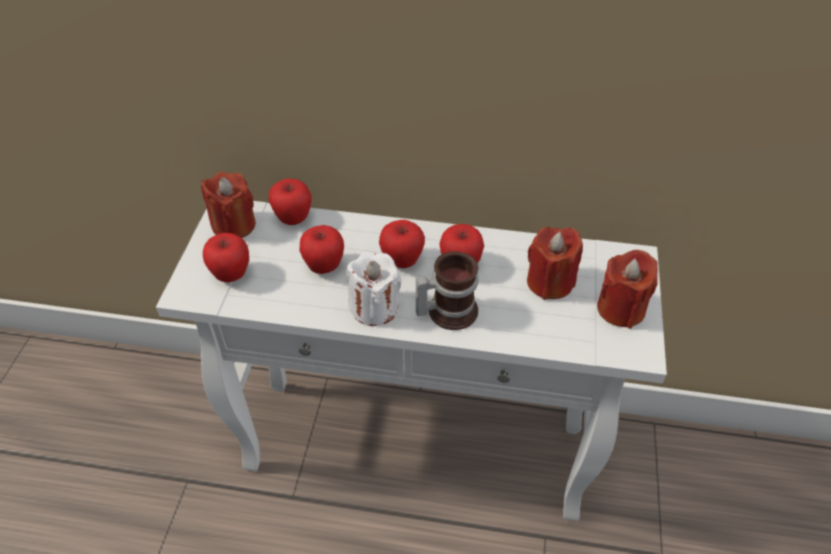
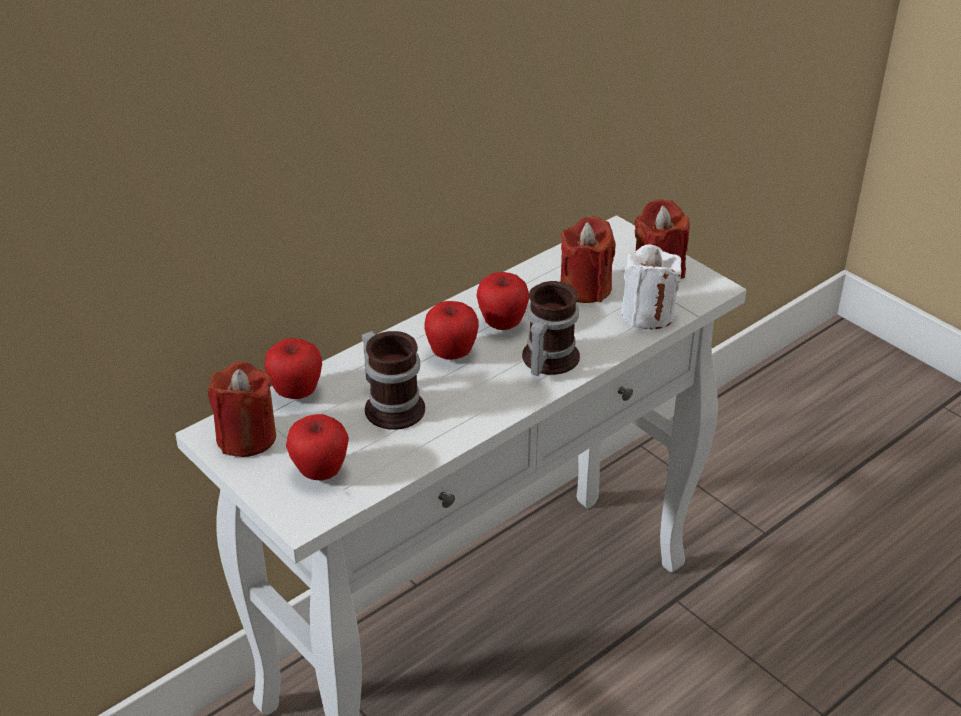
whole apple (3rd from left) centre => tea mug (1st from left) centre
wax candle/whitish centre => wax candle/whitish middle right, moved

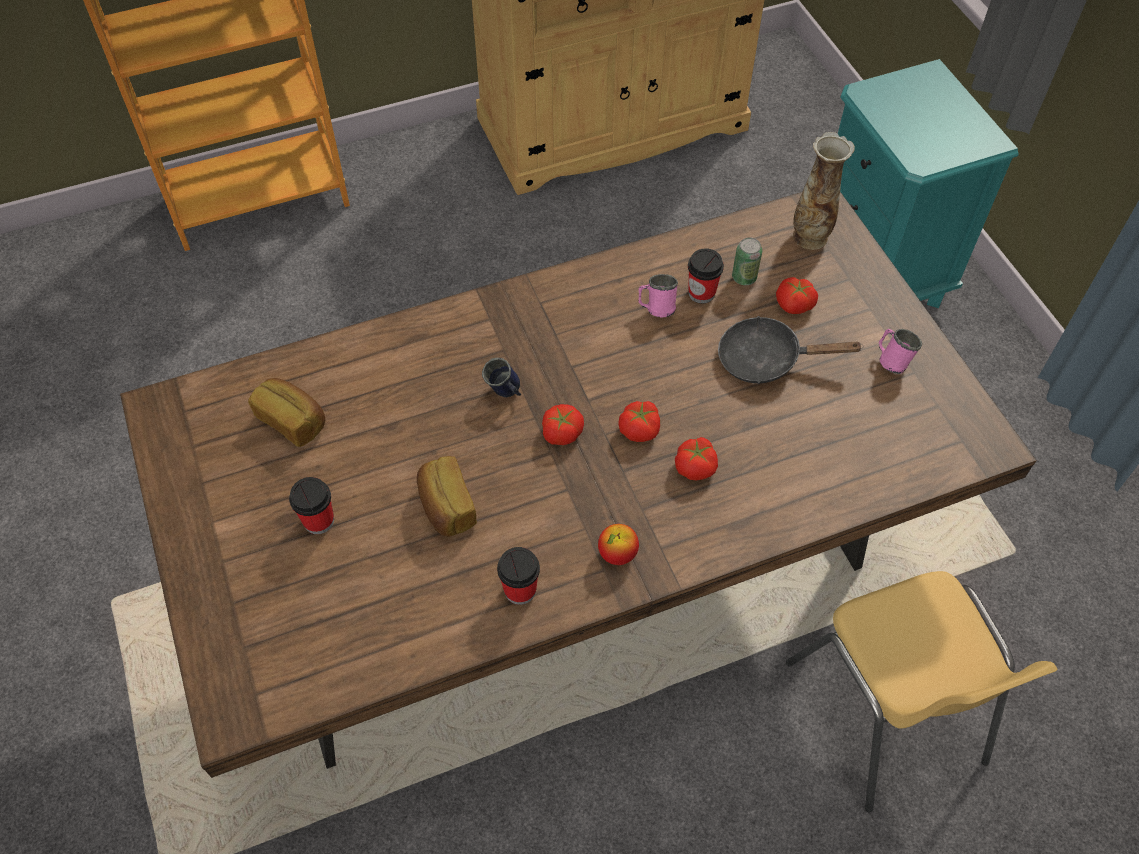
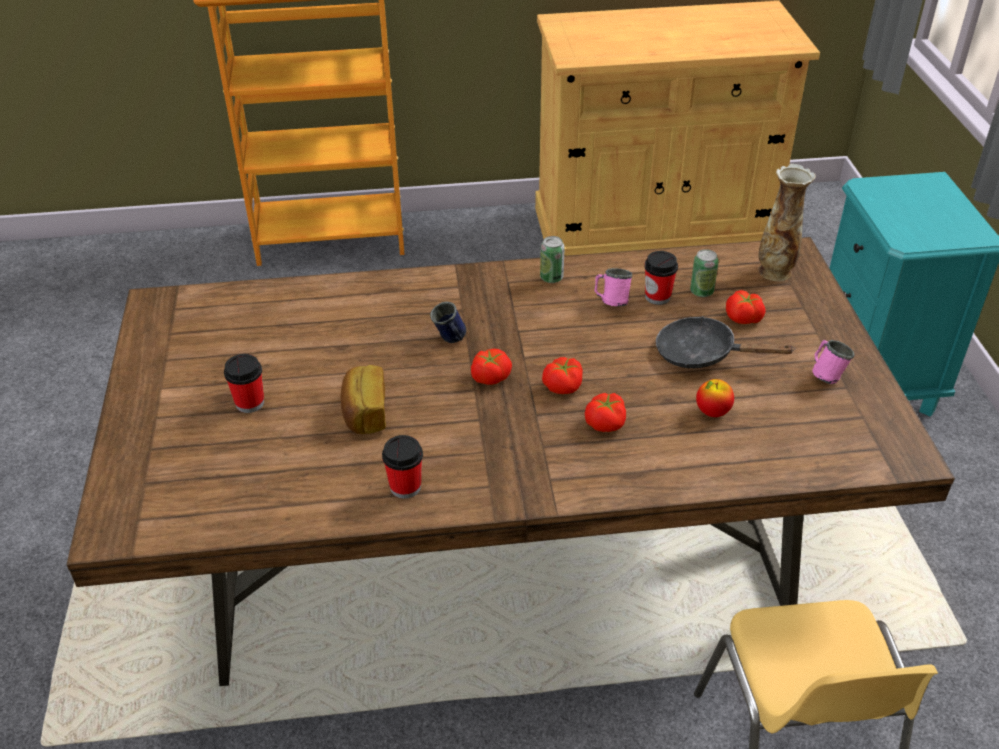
bakery bread (1st from left) middle left => nothing
whole apple centre => whole apple middle right, moved
nothing => metal can (1st from left) centre

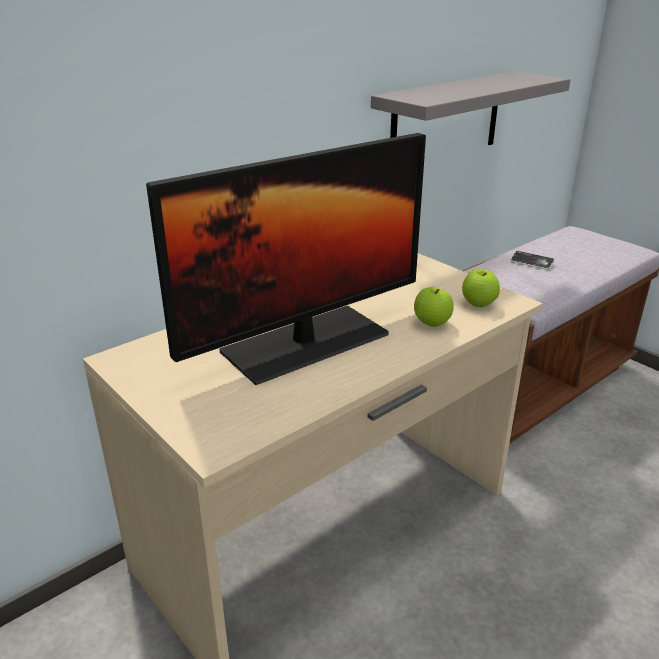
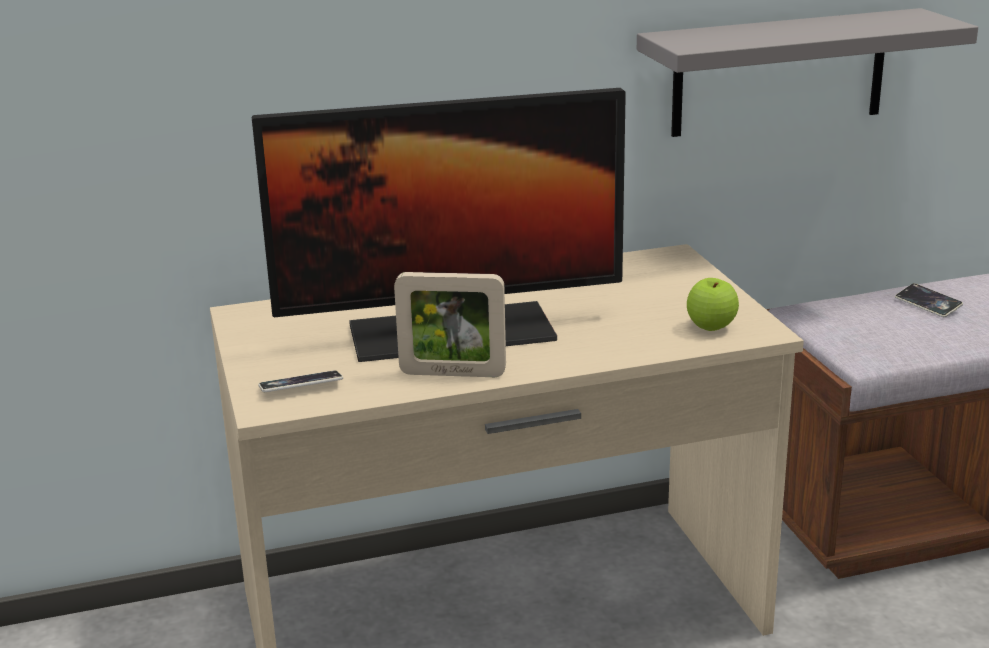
whole apple (1st from left) centre => nothing
nothing => photo frame centre
nothing => phone (1st from left) middle left

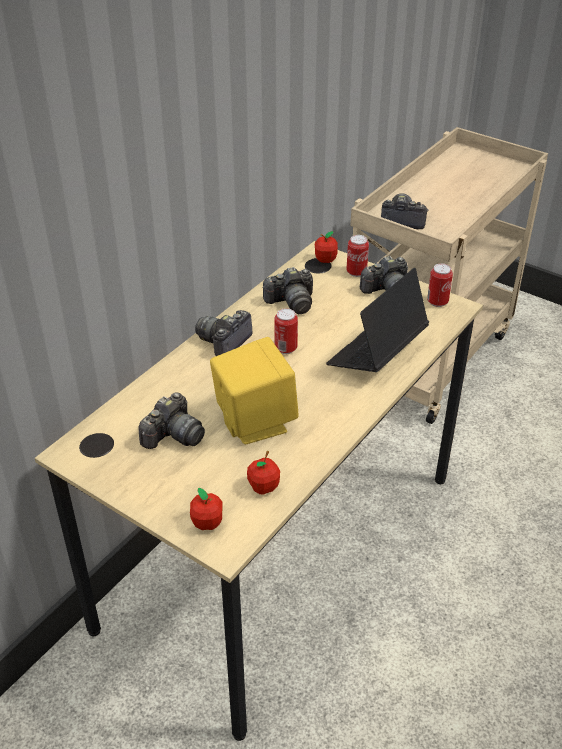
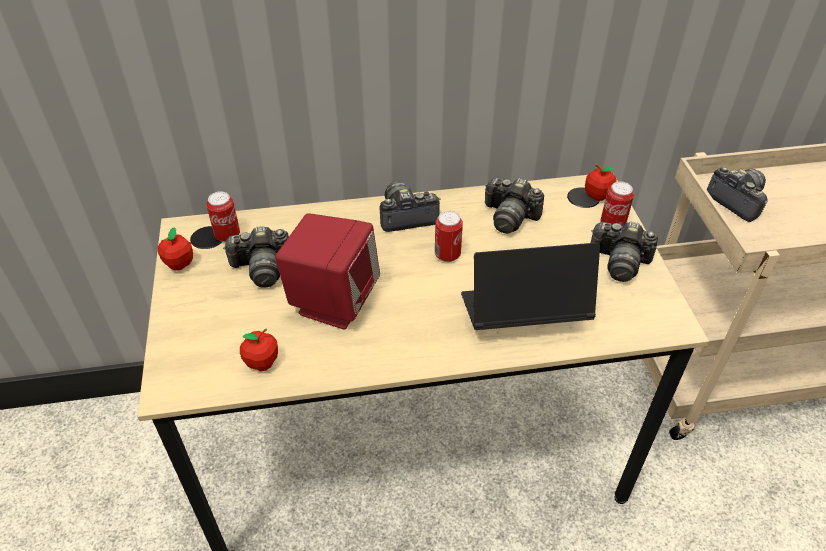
metal can (3rd from left in the first image) middle right => metal can (1st from left) middle left, moved
loudspeaker/yellow centre => loudspeaker/red-coloured centre
whole apple (1st from left) bottom centre => whole apple (1st from left) middle left, moved

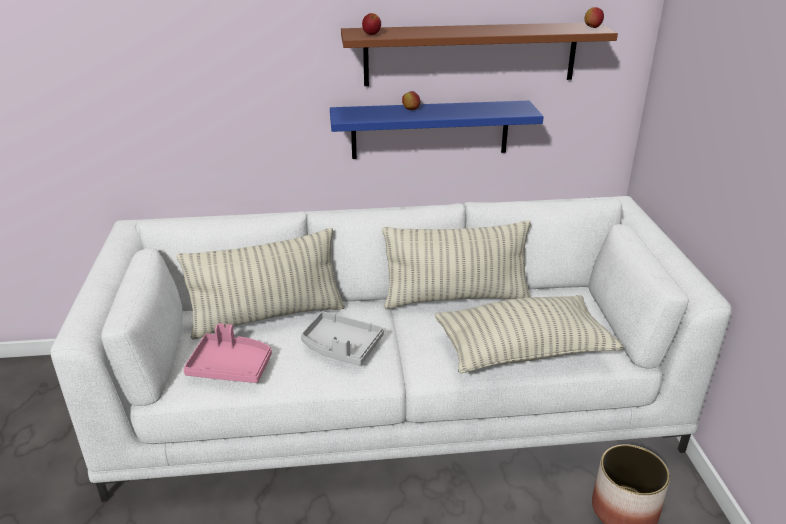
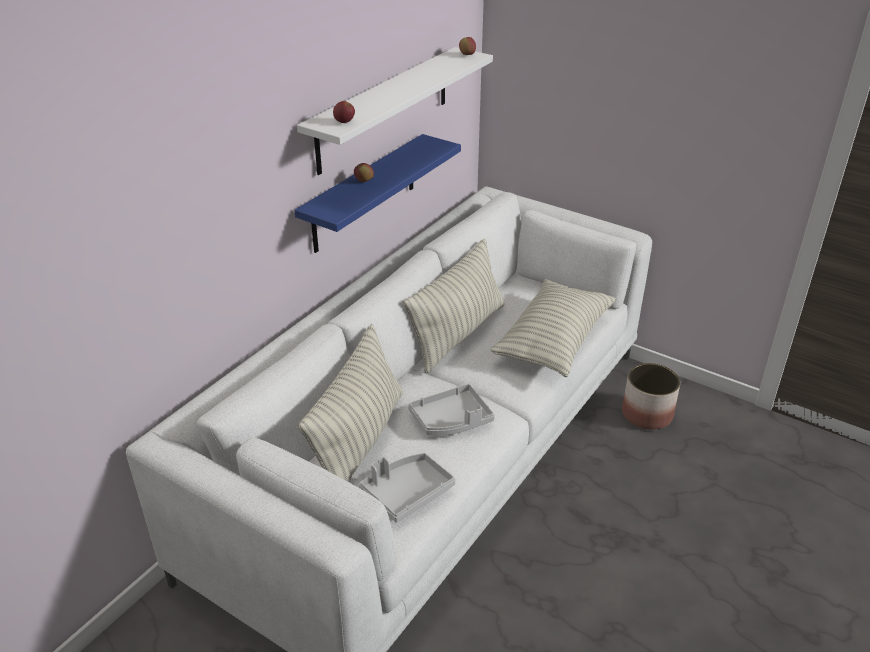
bracket shelf/brown top centre => bracket shelf/whitish top centre
tray/pink-coloured bottom left => tray/greyish (1st from left) bottom centre

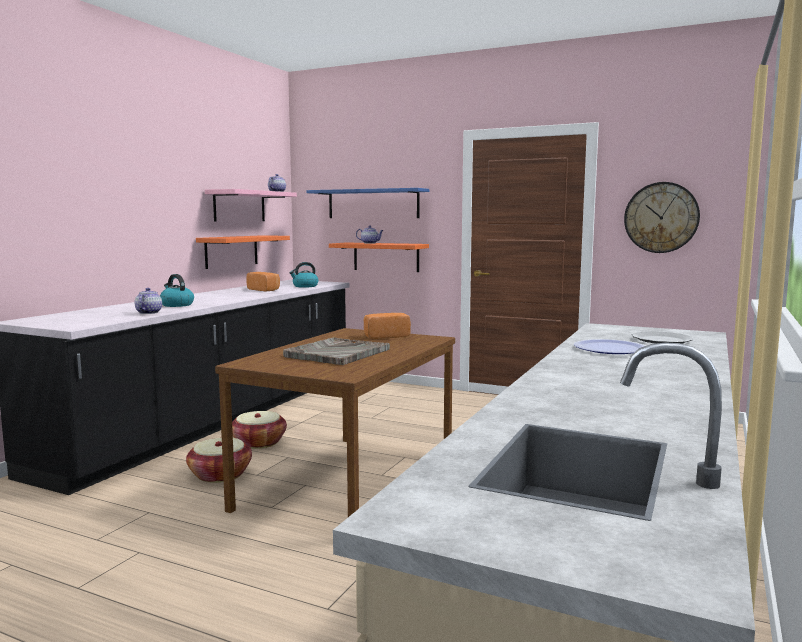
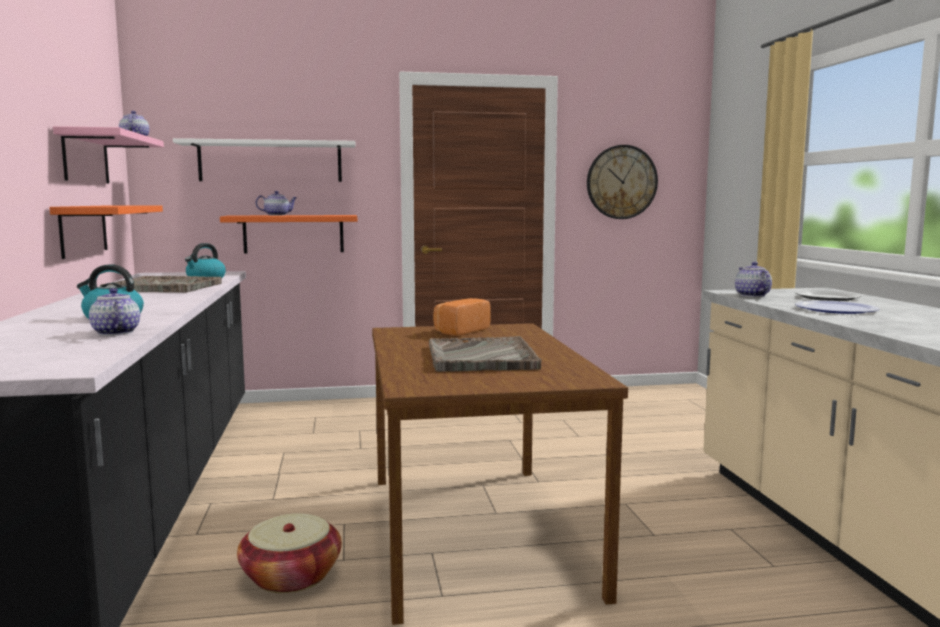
bracket shelf/blue-coloured top centre => bracket shelf/whitish top left
bakery bread (1st from left) middle left => tray/greyish (1st from left) middle left
storage basket (2nd from left) bottom left => nothing
nothing => tea pot (4th from left) middle right

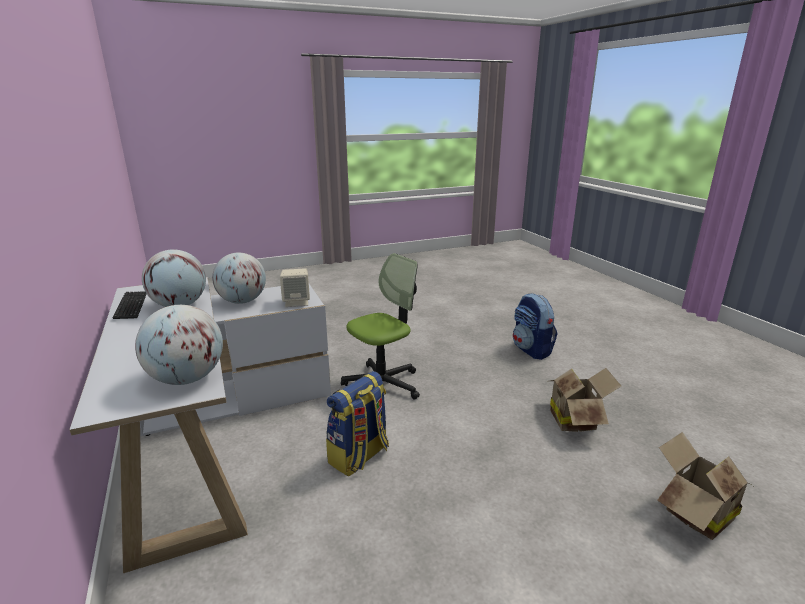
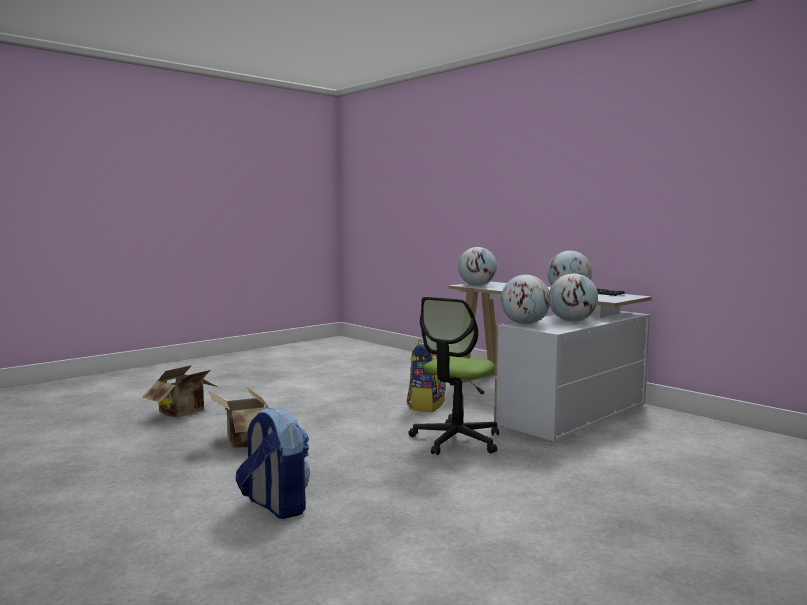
loudspeaker/beige-coloured centre => world globe (2nd from left) centre

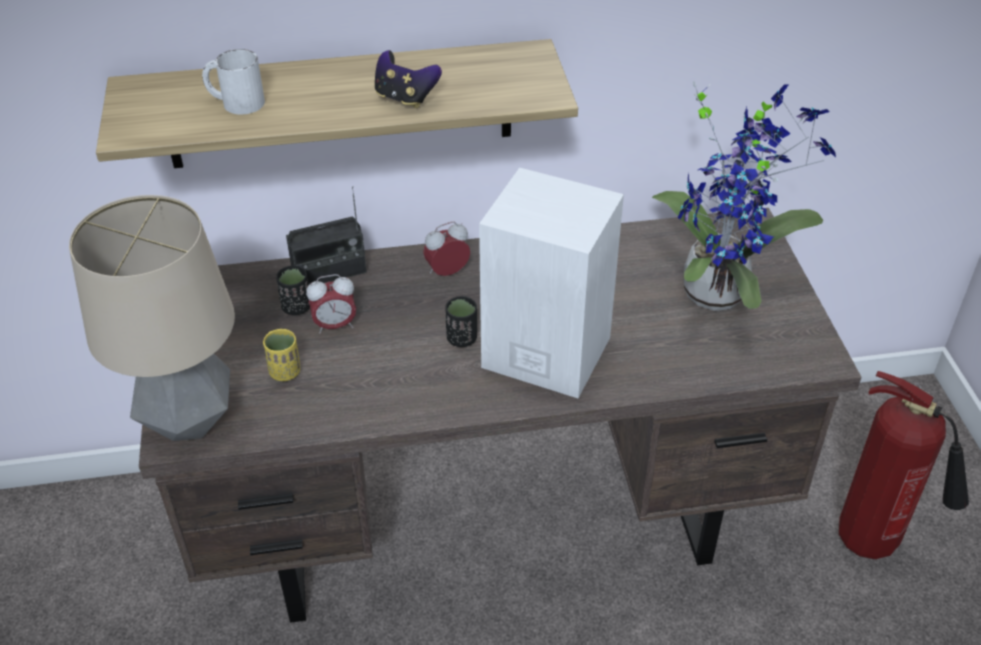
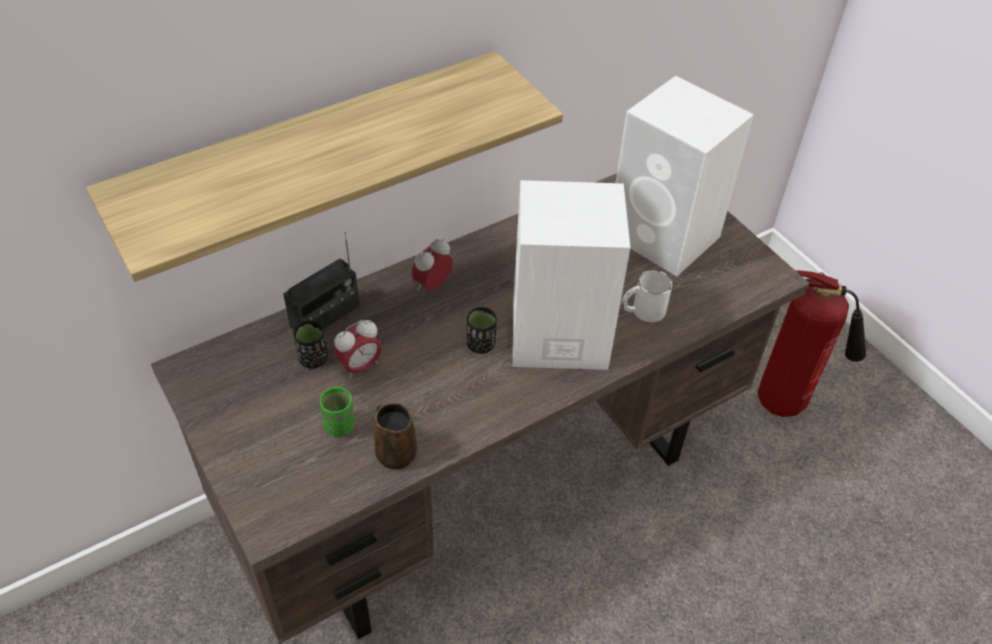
tea mug/whitish top left => tea mug/whitish centre, moved
gamepad top centre => nothing
potted plant top right => loudspeaker/whitish (2nd from left) top right
table lamp middle left => nothing
small cup/yellow middle left => small cup/green centre
nothing => tea mug/brown bottom centre

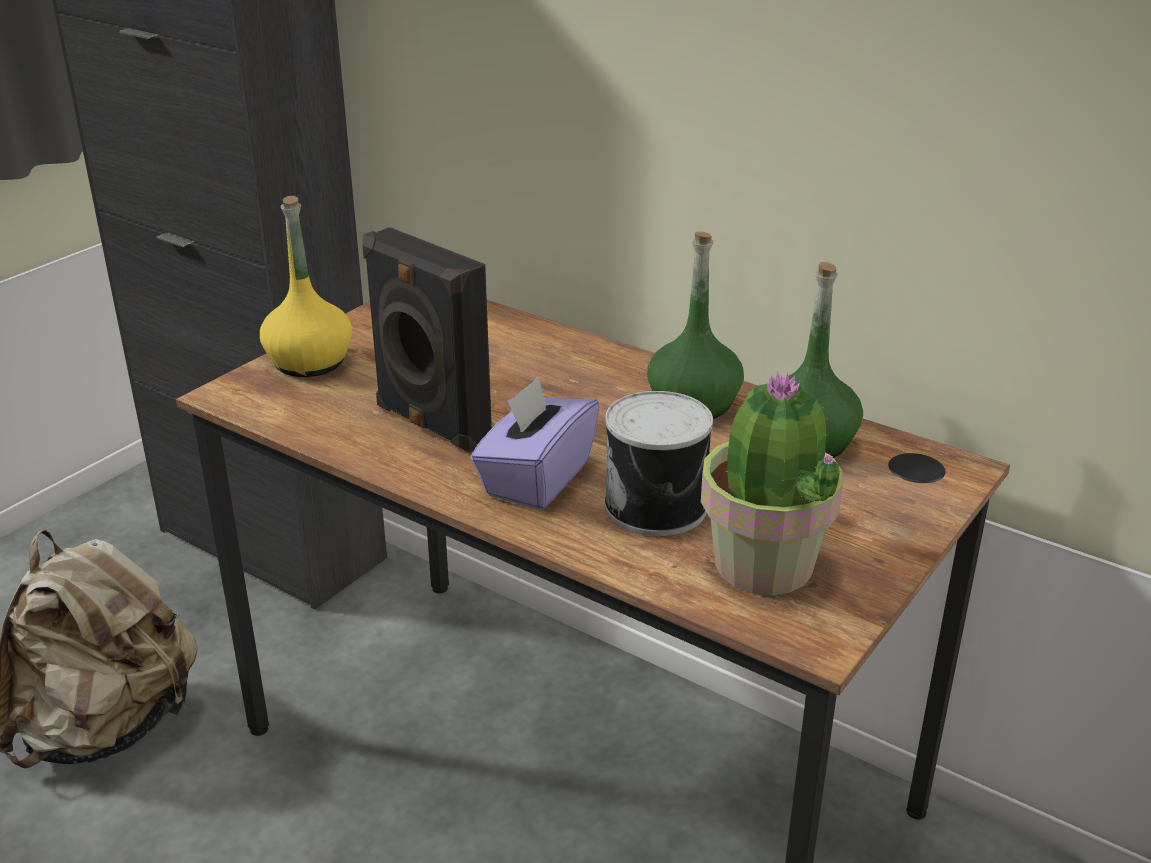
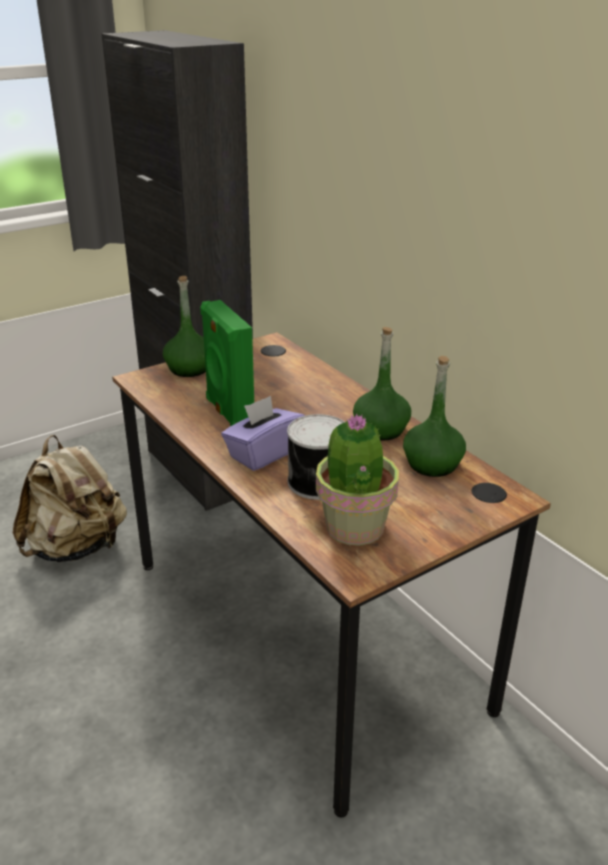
drink bottle/yellow top left => drink bottle/green (1st from left) middle left
loudspeaker/black centre => loudspeaker/green centre

